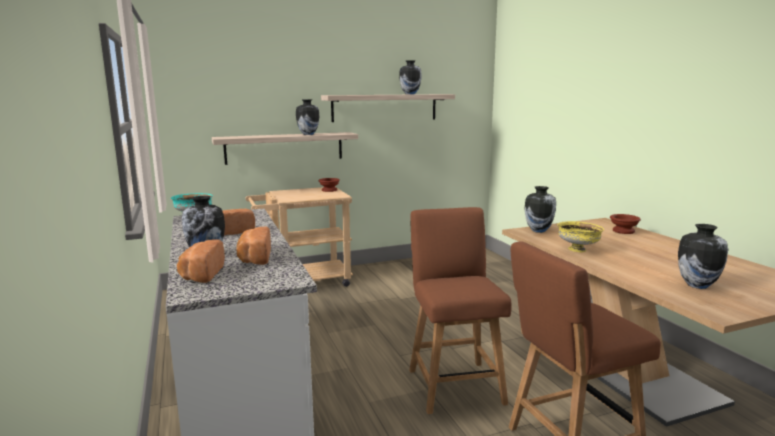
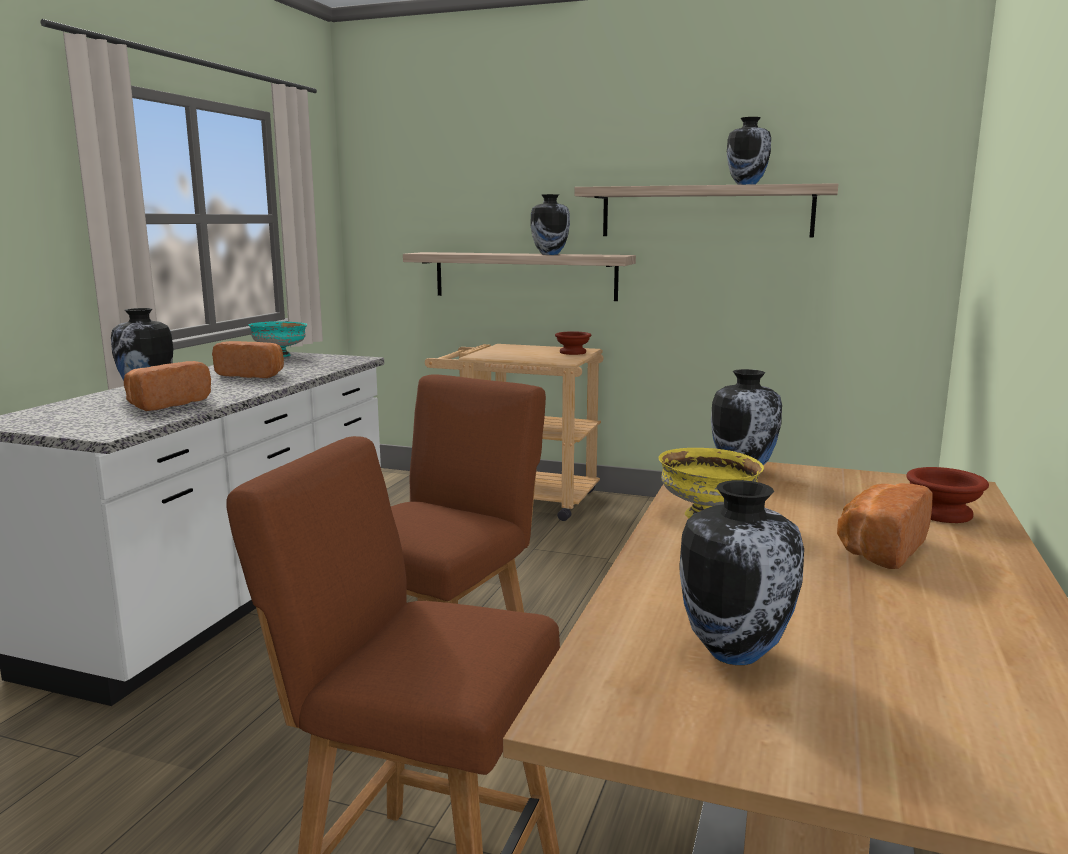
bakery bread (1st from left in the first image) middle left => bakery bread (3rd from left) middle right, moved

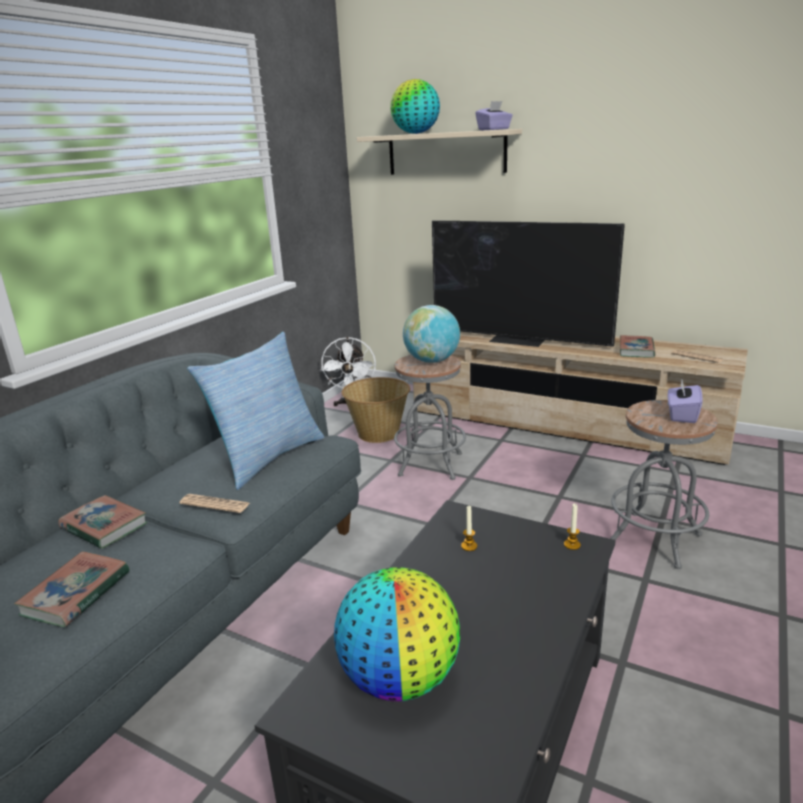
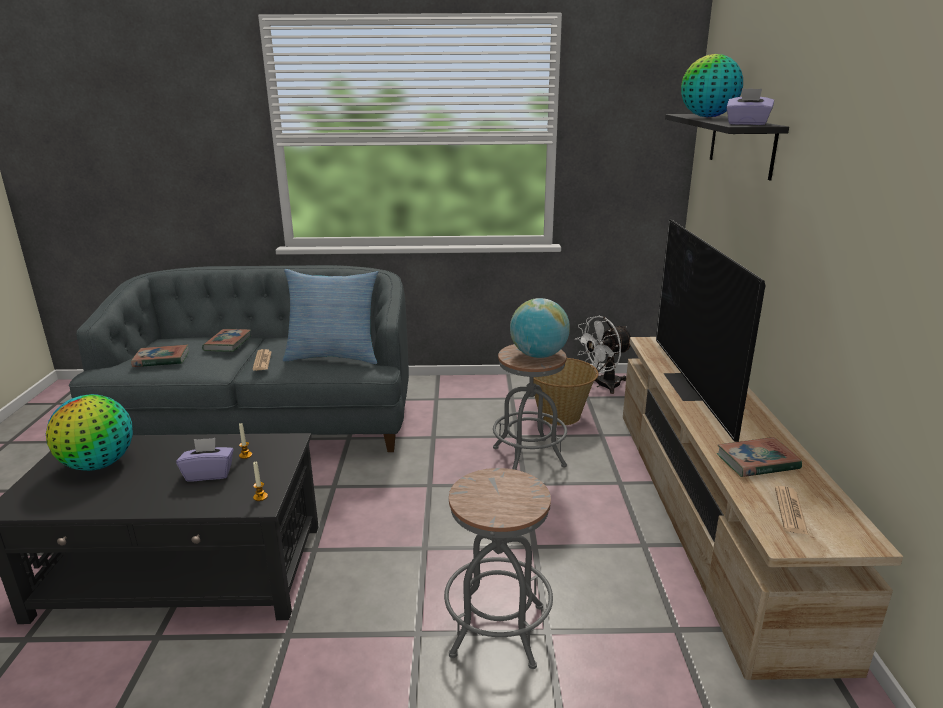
bracket shelf/beige-coloured top centre => bracket shelf/black top right
tissue holder/purple-coloured (2nd from left in the first image) middle right => tissue holder/purple-coloured (1st from left) middle left, moved

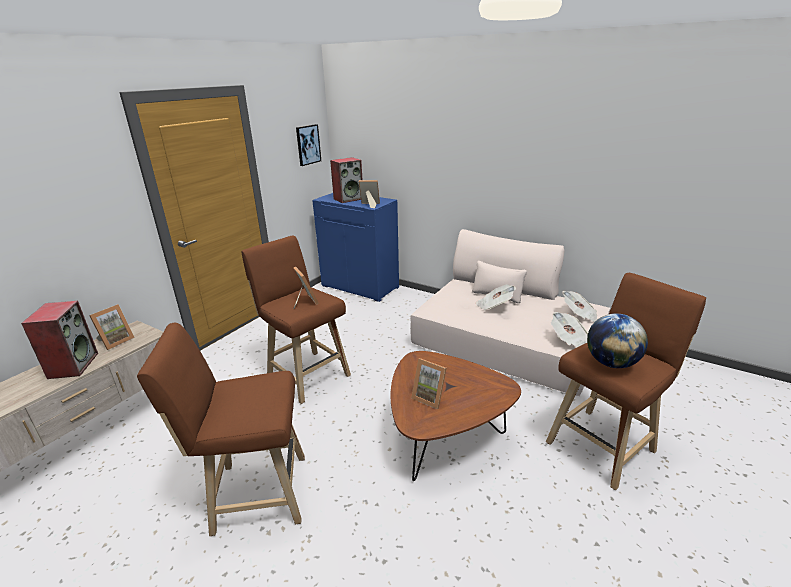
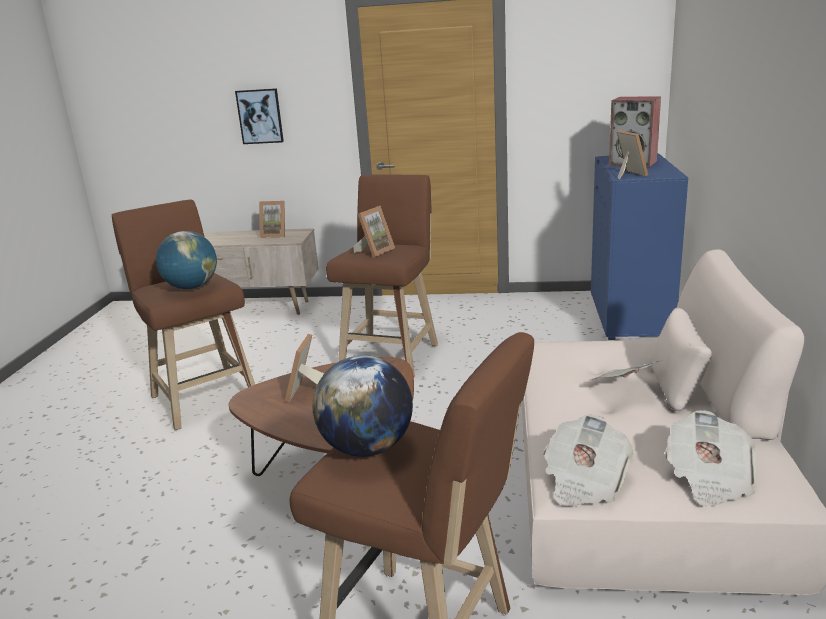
wall picture top centre => wall picture top left, moved
loudspeaker (1st from left) middle left => nothing
nothing => world globe (1st from left) middle left

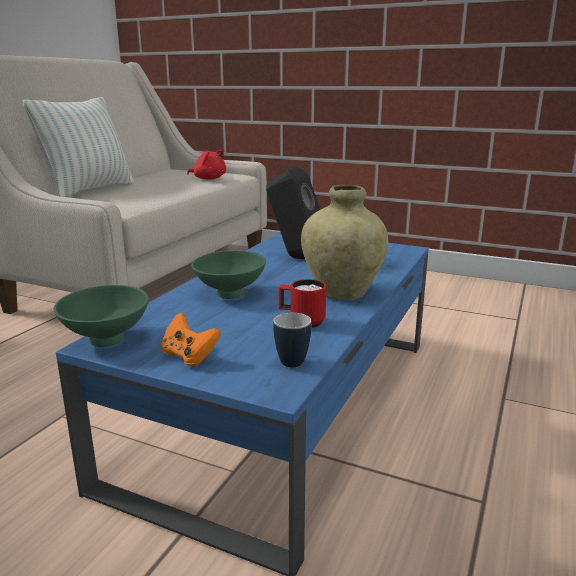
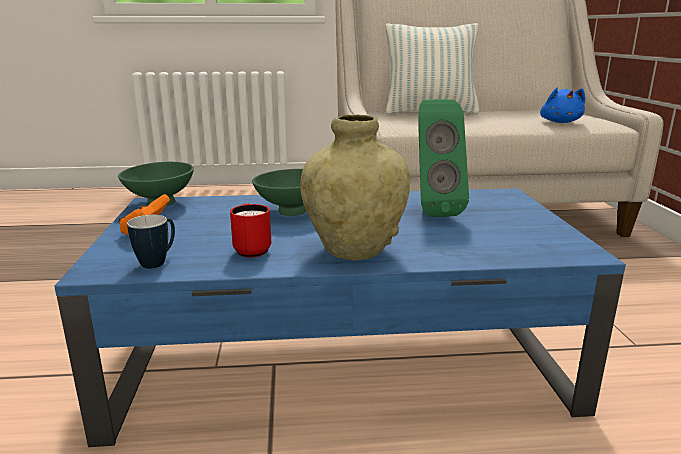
soft toy/red-coloured top centre => soft toy/blue-coloured top right
loudspeaker/black centre => loudspeaker/green centre

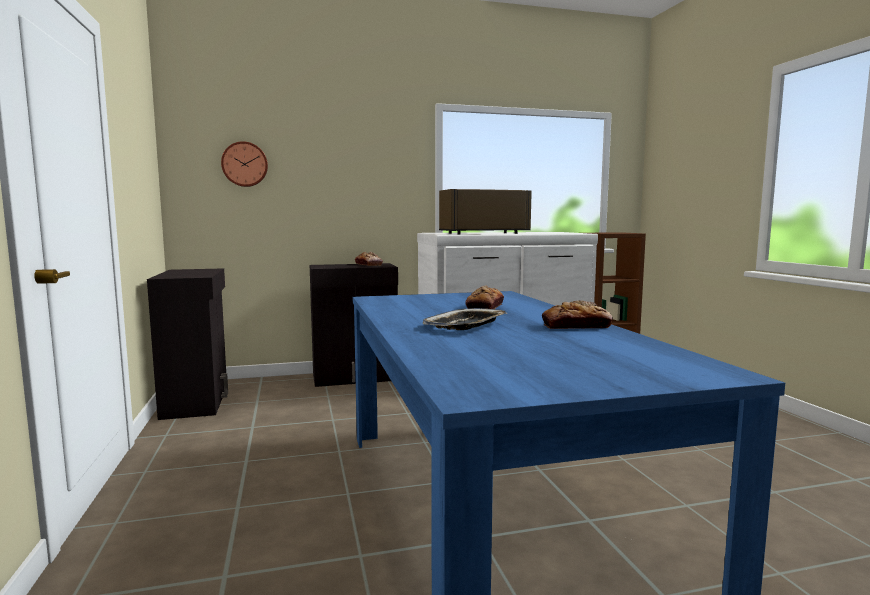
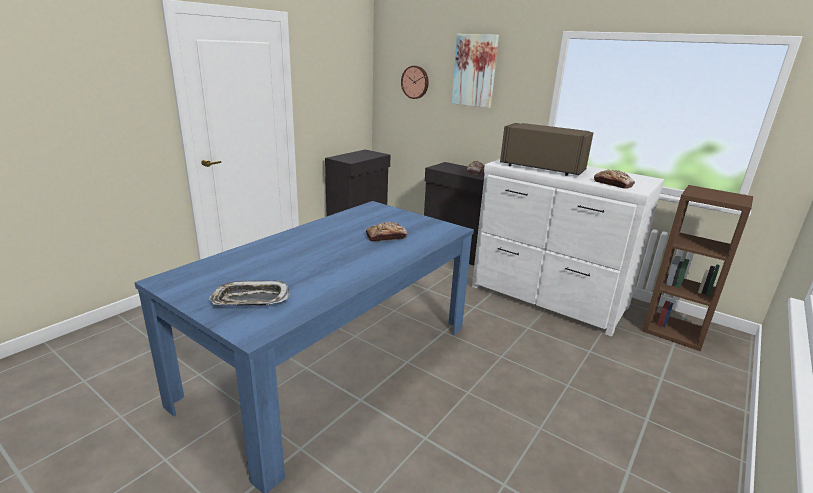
bakery bread (3rd from left) centre => bakery bread (3rd from left) middle right, moved
tray centre => tray middle left, moved
nothing => wall picture top centre

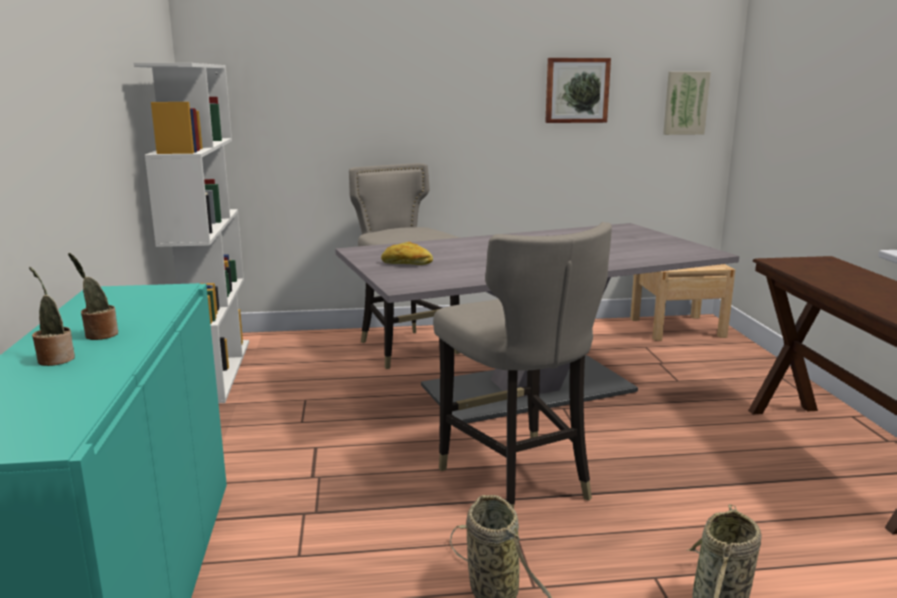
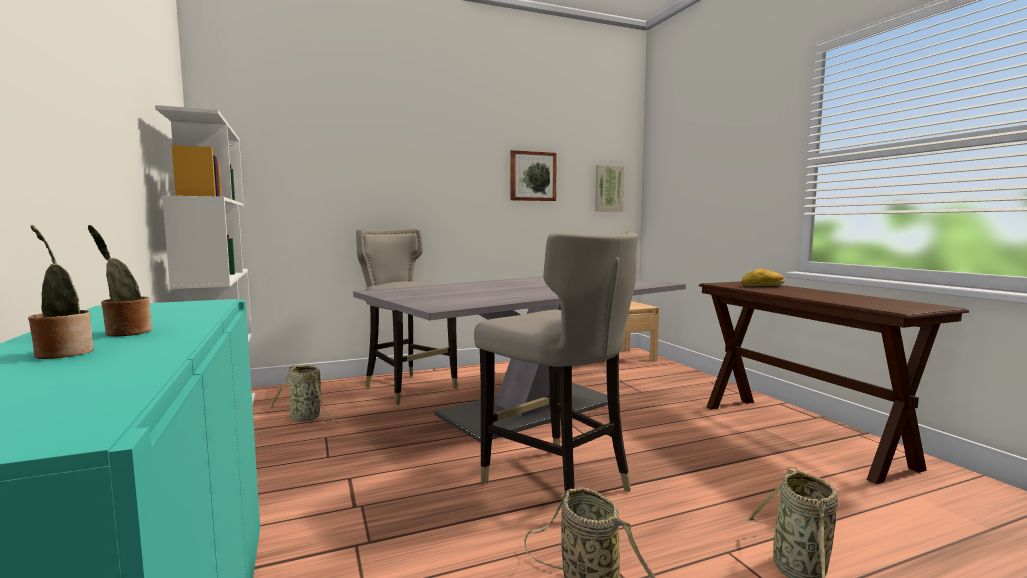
bakery bread centre => bakery bread middle right, moved
nothing => storage basket (1st from left) bottom left

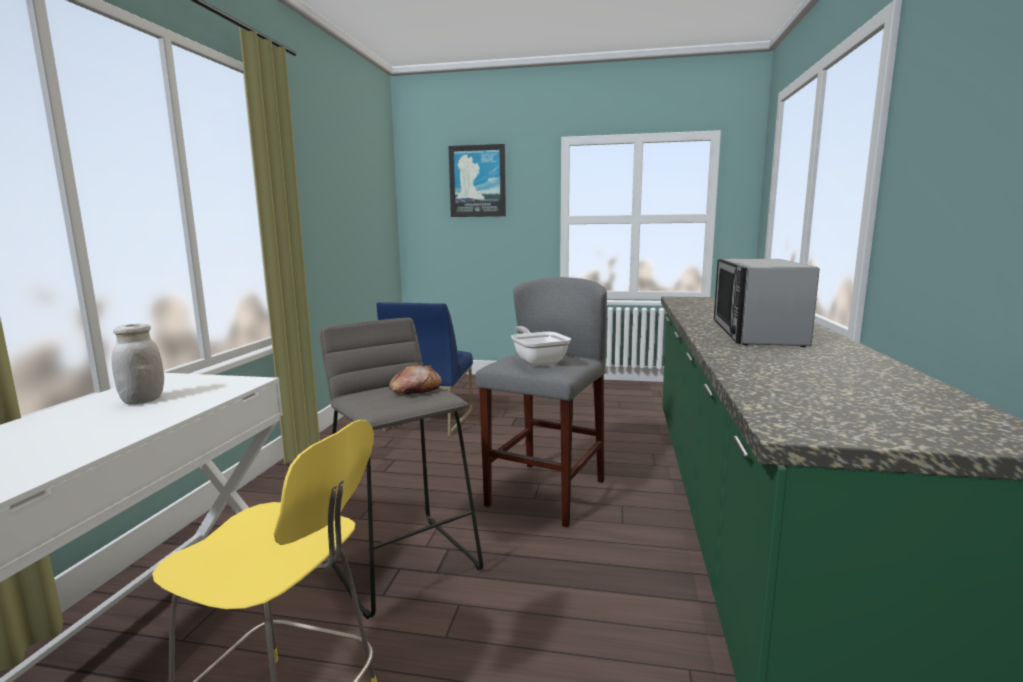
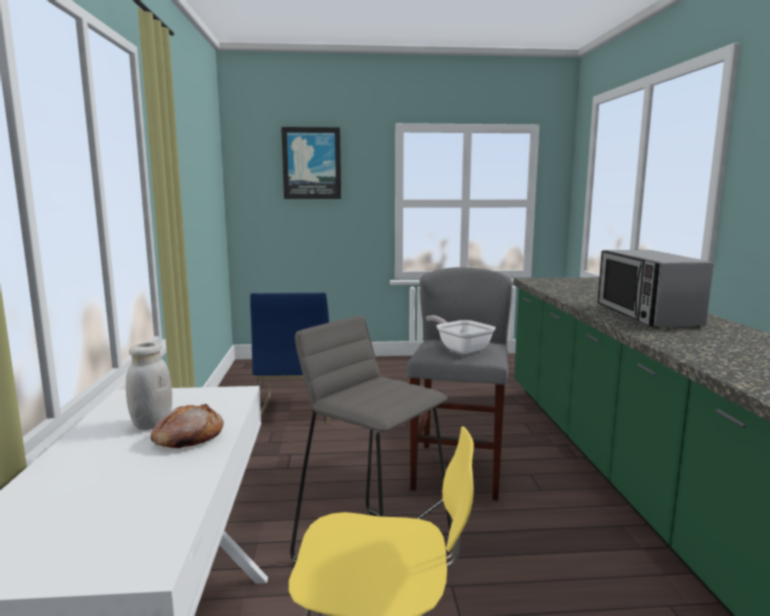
bakery bread centre => bakery bread bottom left, moved

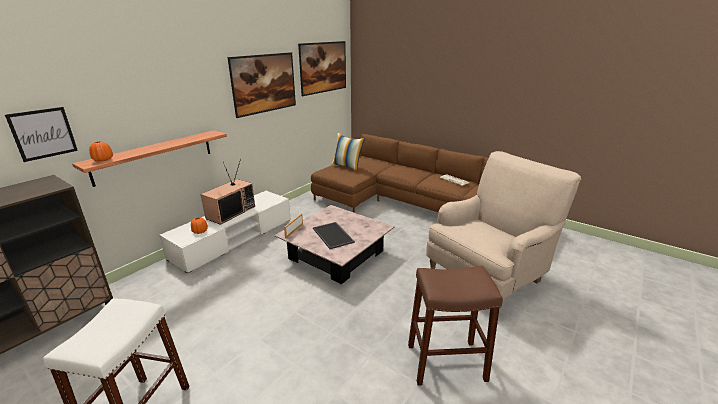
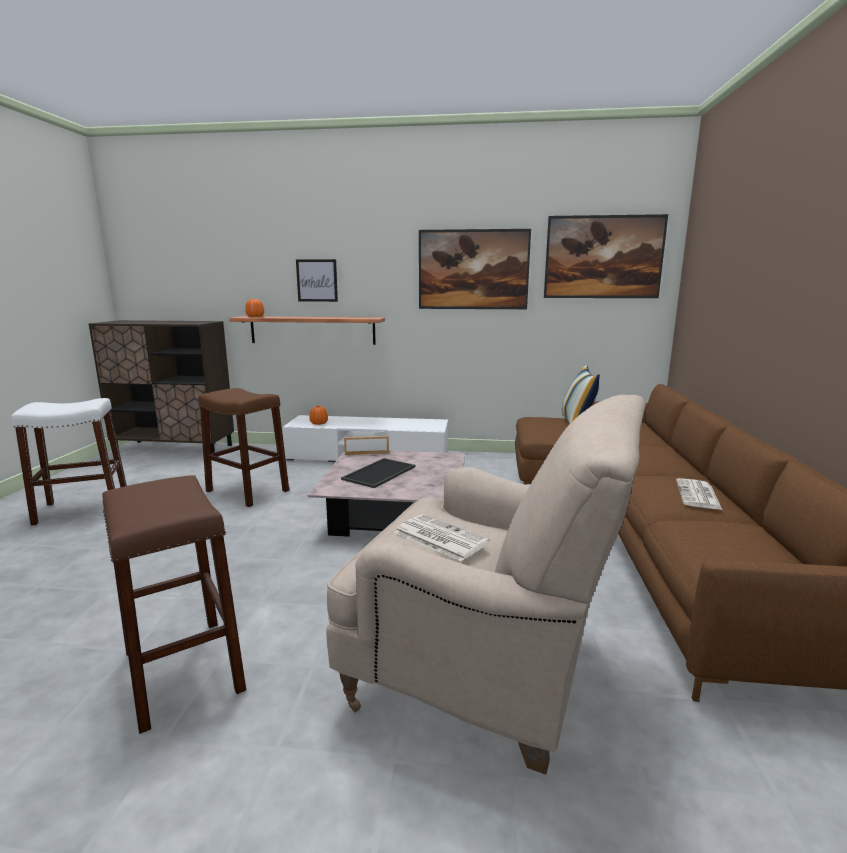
wall picture (1st from left) top left => wall picture (1st from left) top centre, moved
TV set middle left => nothing
nothing => sitting stool/brown (2nd from left) middle left
nothing => daily paper (1st from left) centre

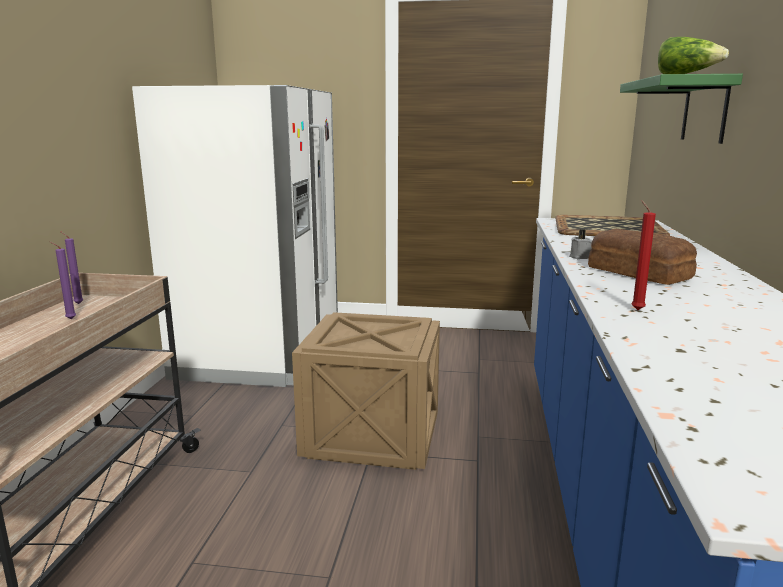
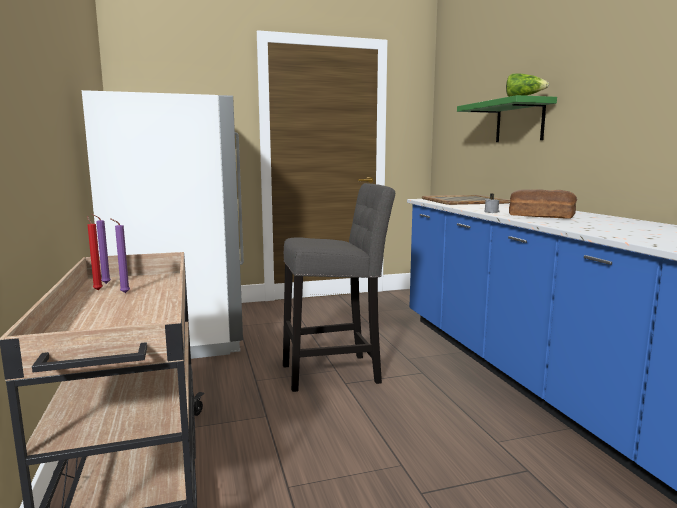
wax candle/red-coloured middle right => wax candle/red-coloured middle left, moved
packing crate centre => sitting stool/greyish centre

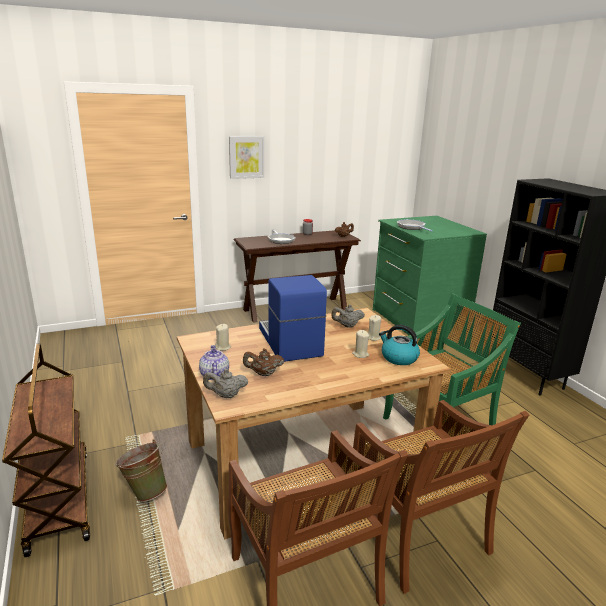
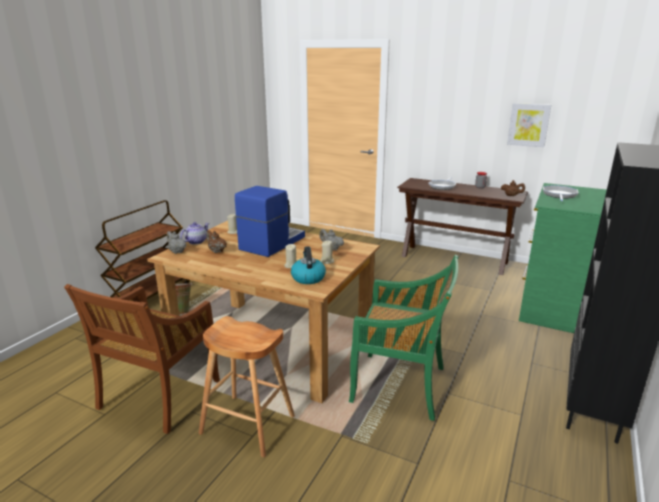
wall picture top centre => wall picture top right, moved
upright chair/brown (2nd from left) bottom right => sitting stool/brown bottom centre

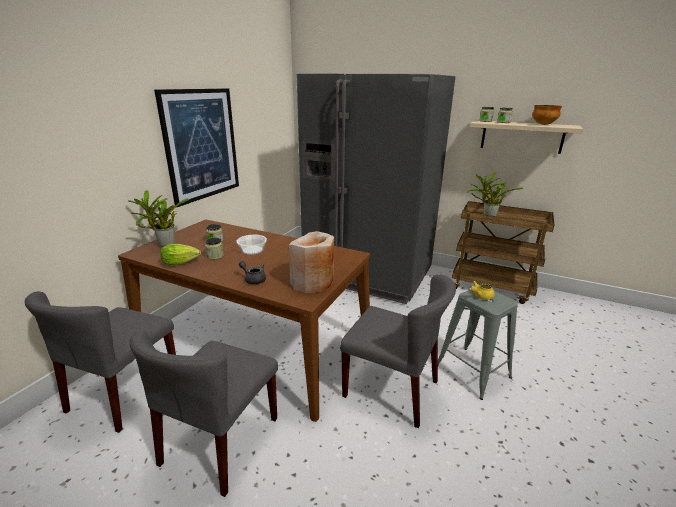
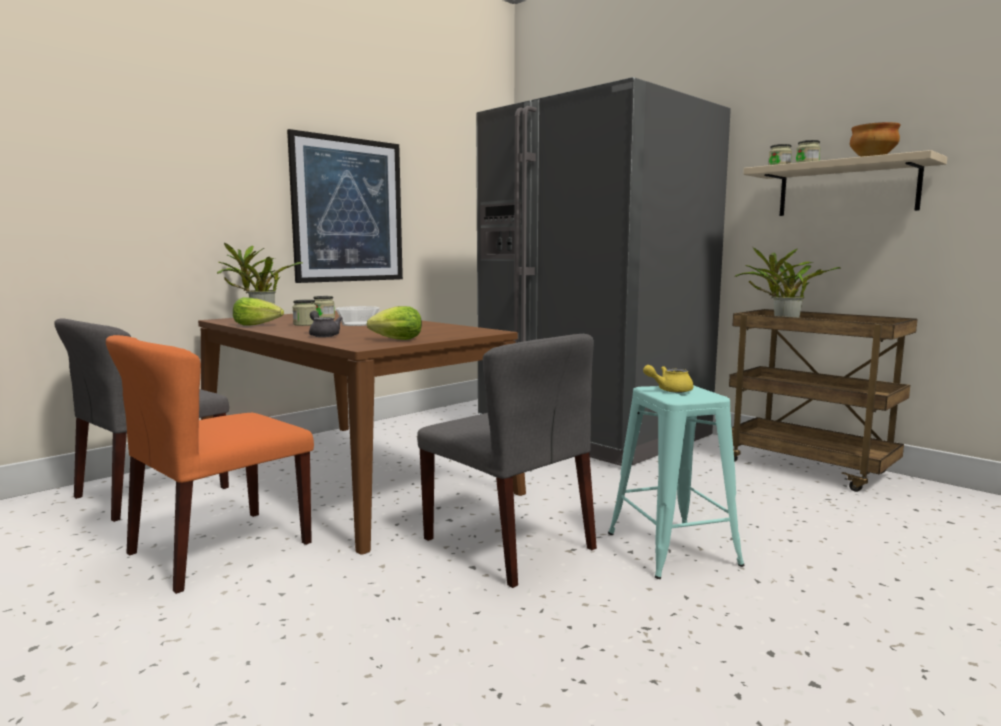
flower vase/beige-coloured centre => lettuce (2nd from left) centre
sitting stool/greyish bottom right => sitting stool/turquoise middle right
upright chair/greyish (2nd from left) bottom left => upright chair/orange middle left

